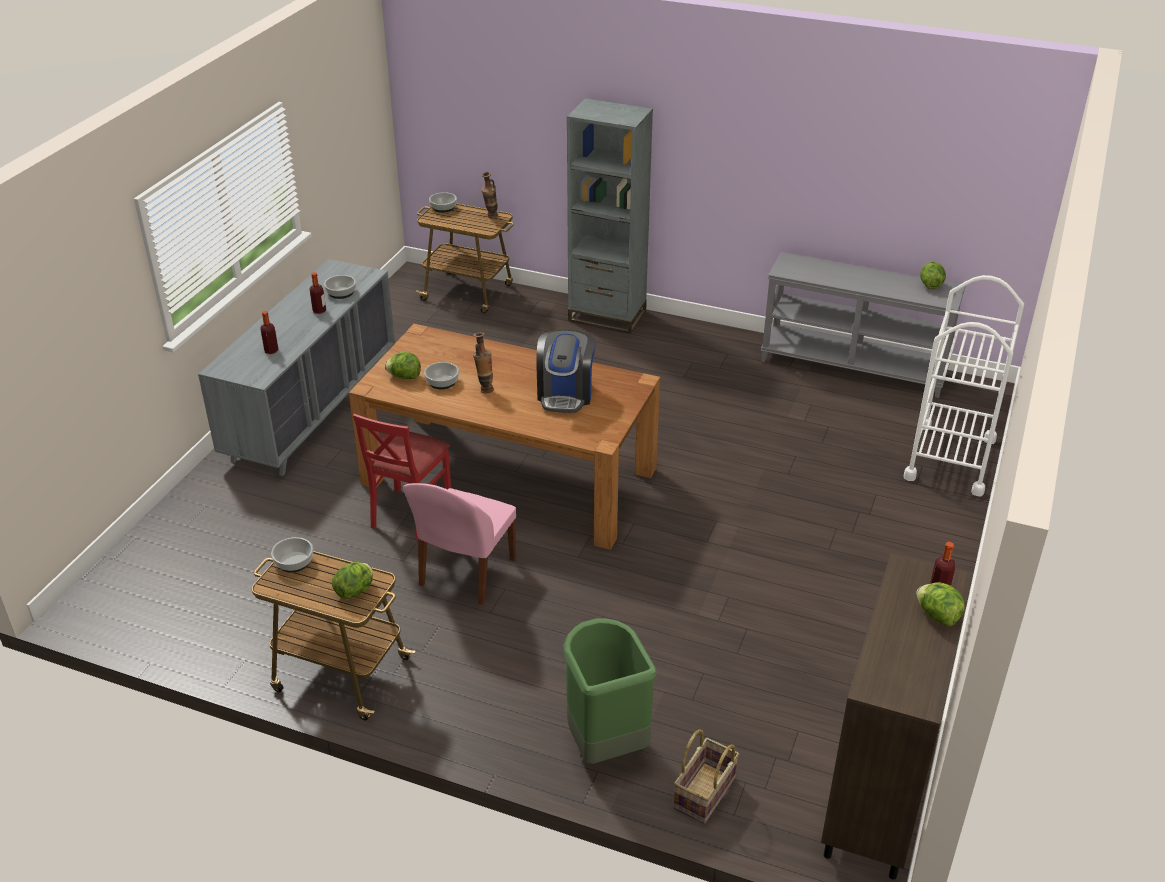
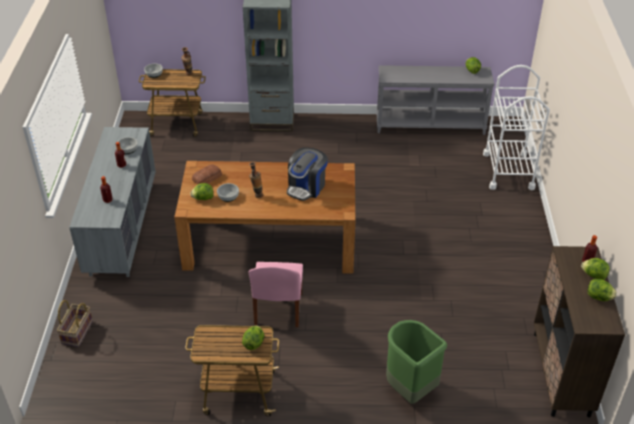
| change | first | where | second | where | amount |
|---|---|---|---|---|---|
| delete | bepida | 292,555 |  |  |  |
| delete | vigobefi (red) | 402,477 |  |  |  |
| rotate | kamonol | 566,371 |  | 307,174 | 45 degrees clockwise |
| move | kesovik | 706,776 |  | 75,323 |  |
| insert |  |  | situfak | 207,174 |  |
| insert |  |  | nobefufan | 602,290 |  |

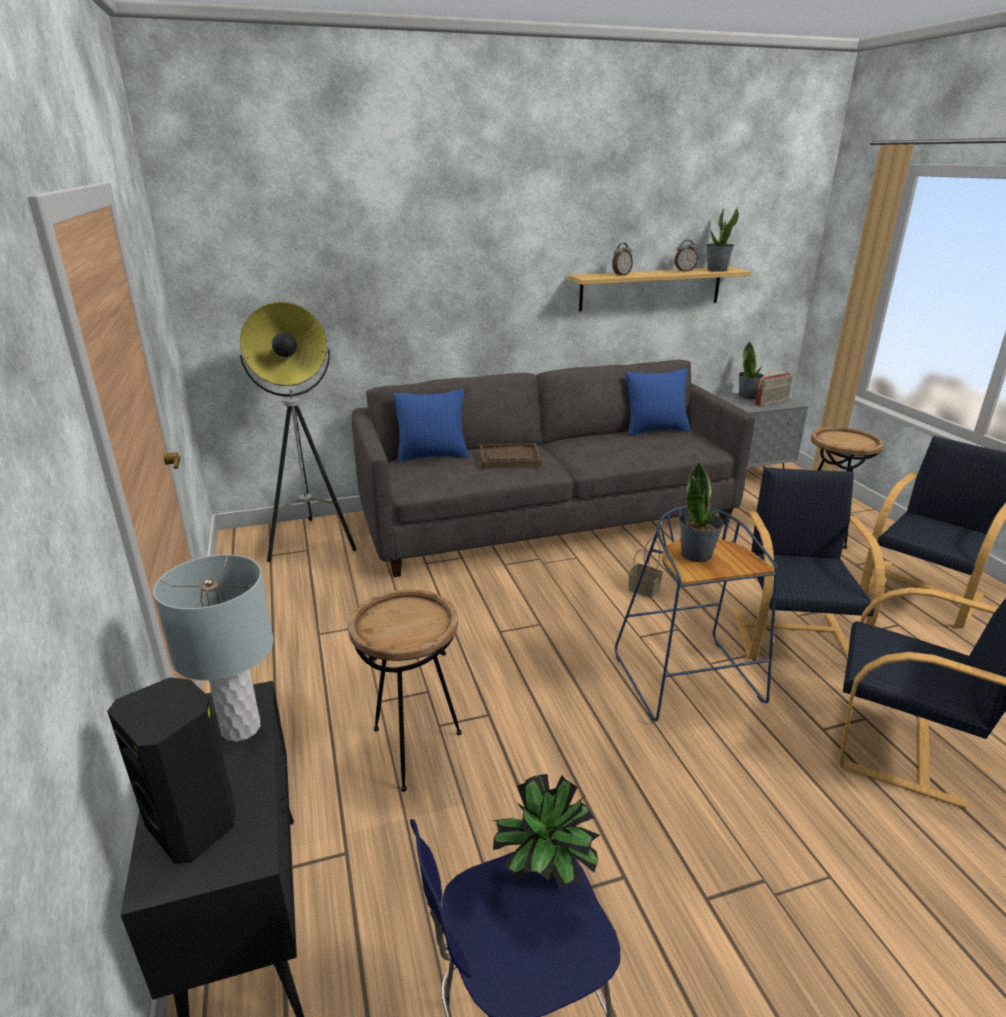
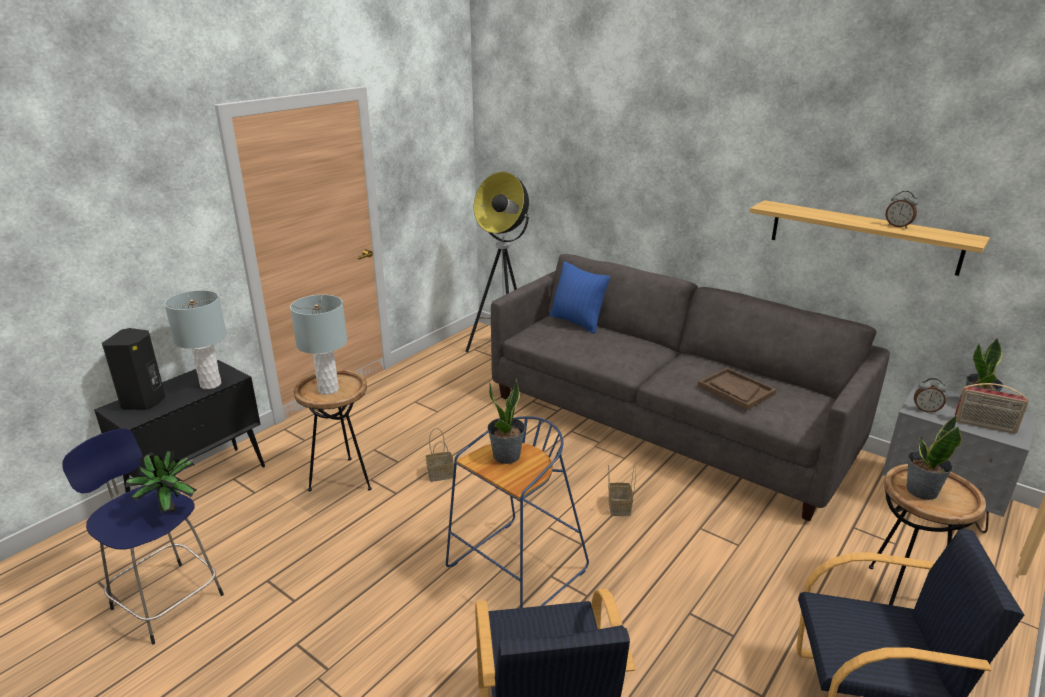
| change | first | where | second | where | amount |
|---|---|---|---|---|---|
| move | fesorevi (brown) | 510,455 |  | 737,389 |  |
| move | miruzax | 622,259 |  | 930,395 |  |
| delete | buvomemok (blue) | 658,402 |  |  |  |
| move | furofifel | 723,239 |  | 934,457 |  |
| delete | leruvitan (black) | 809,564 |  |  |  |
| insert |  |  | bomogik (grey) | 318,345 |  |
| insert |  |  | kesovik | 440,455 |  |

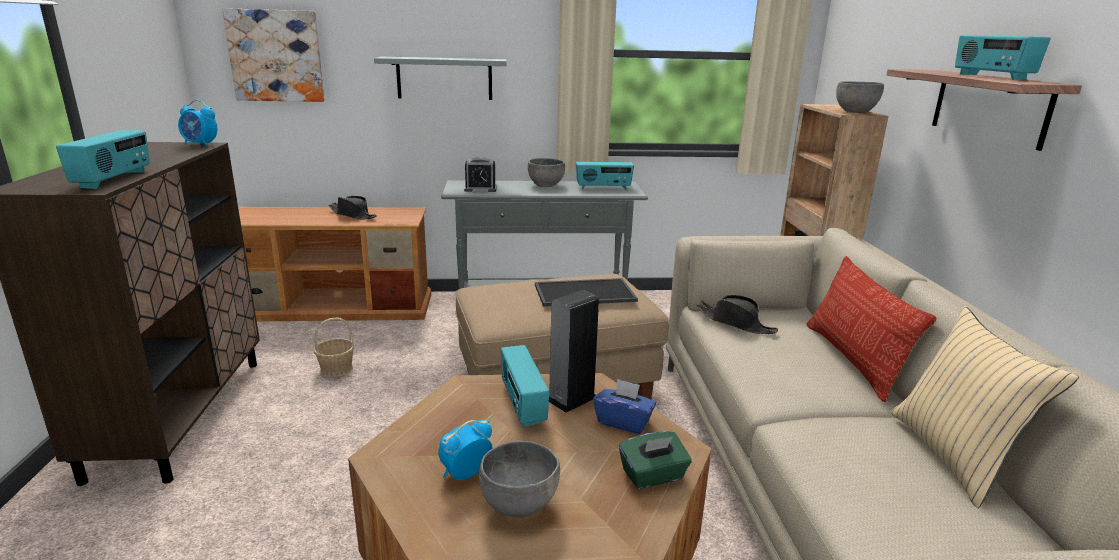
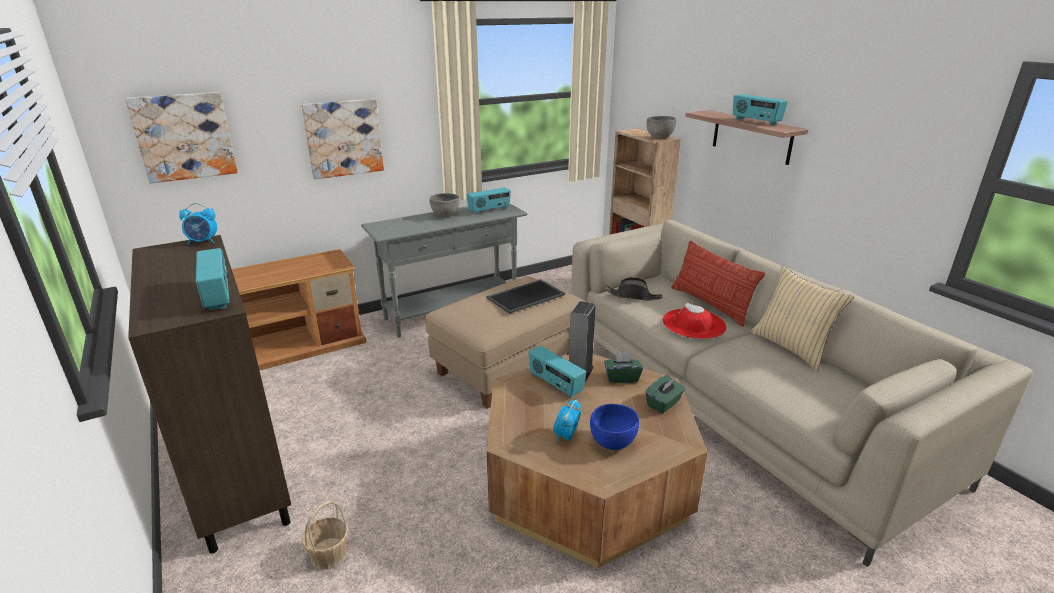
| change | first | where | second | where | amount |
|---|---|---|---|---|---|
| move | kesovik | 334,347 |  | 325,535 |  |
| delete | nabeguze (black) | 353,208 |  |  |  |
| replace | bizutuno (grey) | 440,78 | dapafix | 342,139 |  |
| delete | miruzax | 480,174 |  |  |  |
| recolor | bepida (grey) | 519,479 | bepida (blue) | 614,427 |  |
| recolor | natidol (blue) | 624,406 | natidol (green) | 623,367 |  |
| insert |  |  | nabeguze (red) | 694,321 |  |

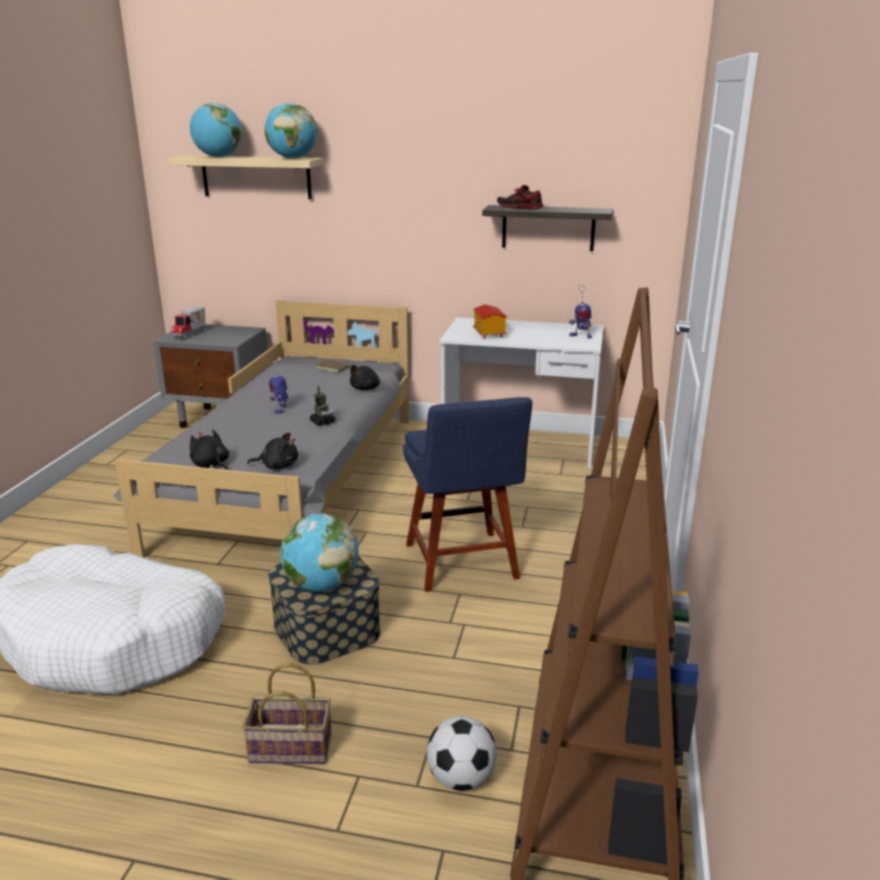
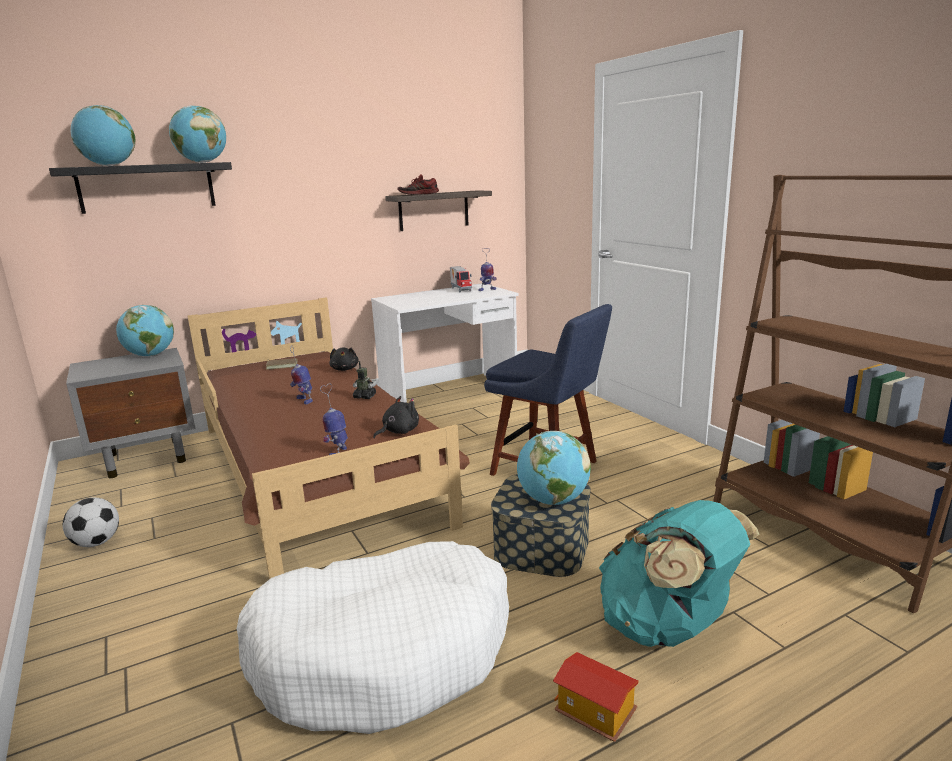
| change | first | where | second | where | amount |
|---|---|---|---|---|---|
| recolor | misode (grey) | 261,429 | misode (brown) | 329,438 |  |
| recolor | bizutuno (beige) | 246,177 | bizutuno (black) | 140,188 |  |
| move | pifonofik | 188,322 |  | 461,279 |  |
| replace | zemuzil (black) | 209,449 | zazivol | 334,419 |  |
| replace | kesovik | 287,713 | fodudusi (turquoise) | 679,573 |  |
| move | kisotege | 462,753 |  | 91,522 |  |
| move | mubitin | 490,321 |  | 596,697 |  |
| insert |  |  | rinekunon | 145,331 |  |

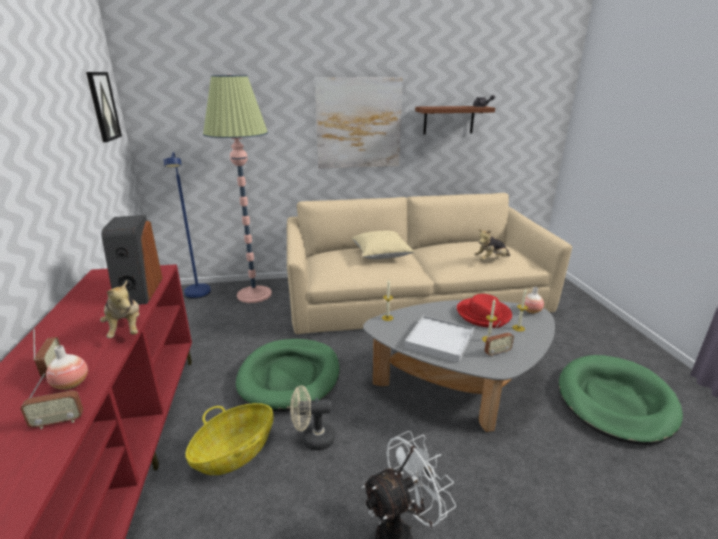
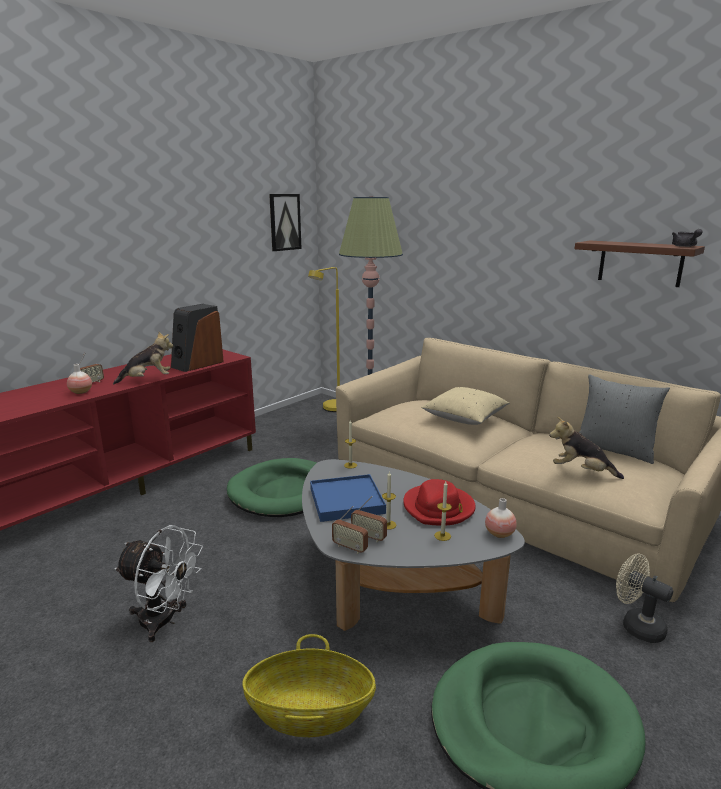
| change | first | where | second | where | amount |
|---|---|---|---|---|---|
| move | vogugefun | 52,401 |  | 350,530 |  |
| rotate | zemuzil | 120,309 |  | 143,358 | 135 degrees counterclockwise |
| recolor | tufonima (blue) | 187,225 | tufonima (yellow) | 324,339 |  |
| move | kesovik | 229,439 |  | 309,685 |  |
| move | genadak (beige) | 312,418 |  | 644,598 |  |
| delete | dapafix | 358,123 |  |  |  |
| recolor | fesorevi (white) | 439,339 | fesorevi (blue) | 348,498 |  |
| insert |  |  | buvomemok (grey) | 624,419 |  |

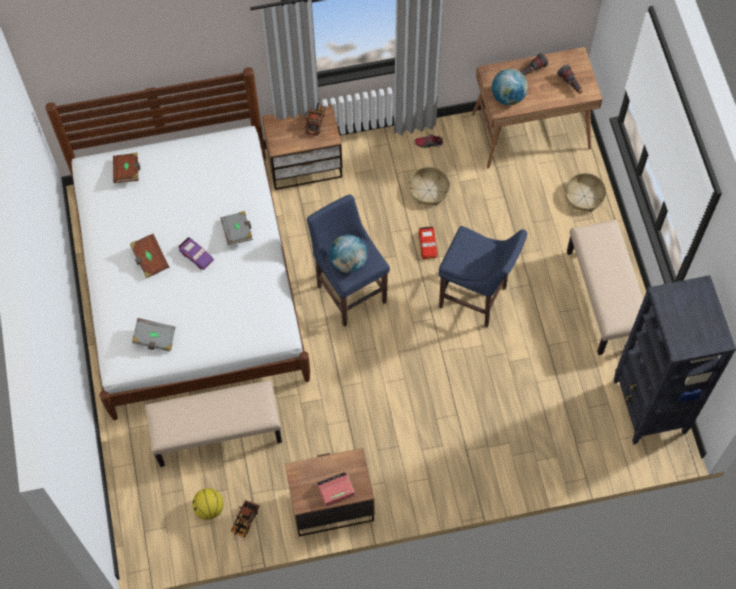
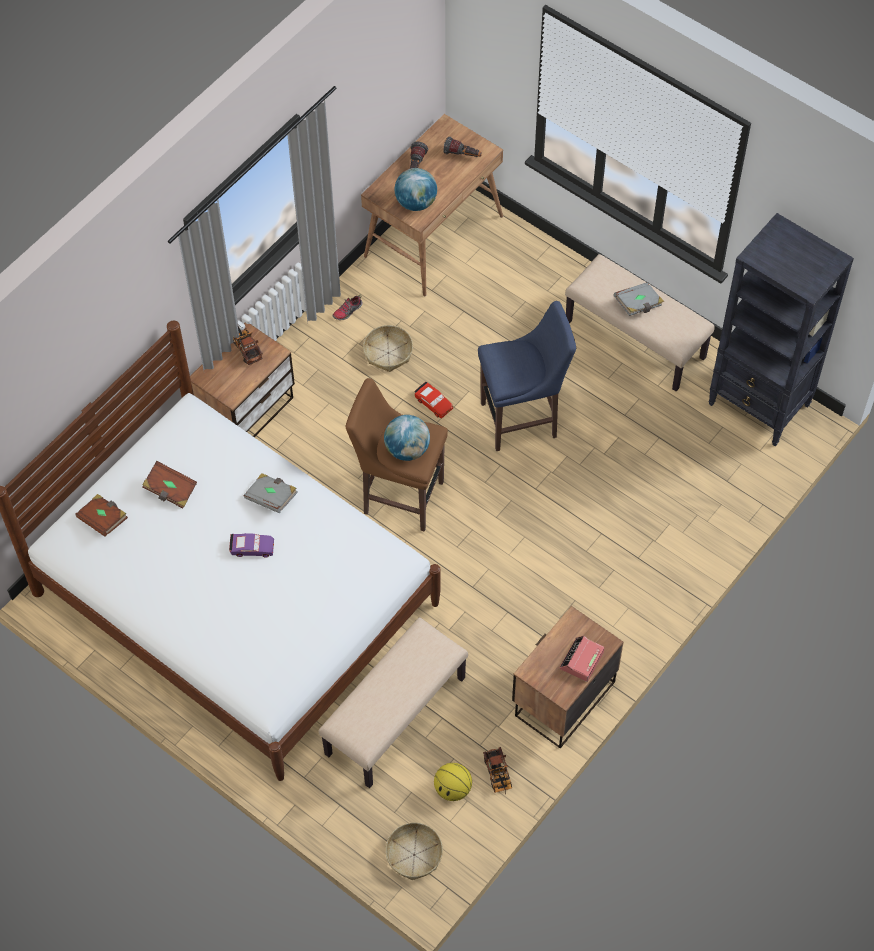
| change | first | where | second | where | amount |
|---|---|---|---|---|---|
| move | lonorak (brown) | 149,256 |  | 169,484 |  |
| move | lonorak (grey) | 153,335 |  | 638,299 |  |
| recolor | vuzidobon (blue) | 348,260 | vuzidobon (brown) | 397,455 |  |
| move | kesovik | 586,192 |  | 414,851 |  |

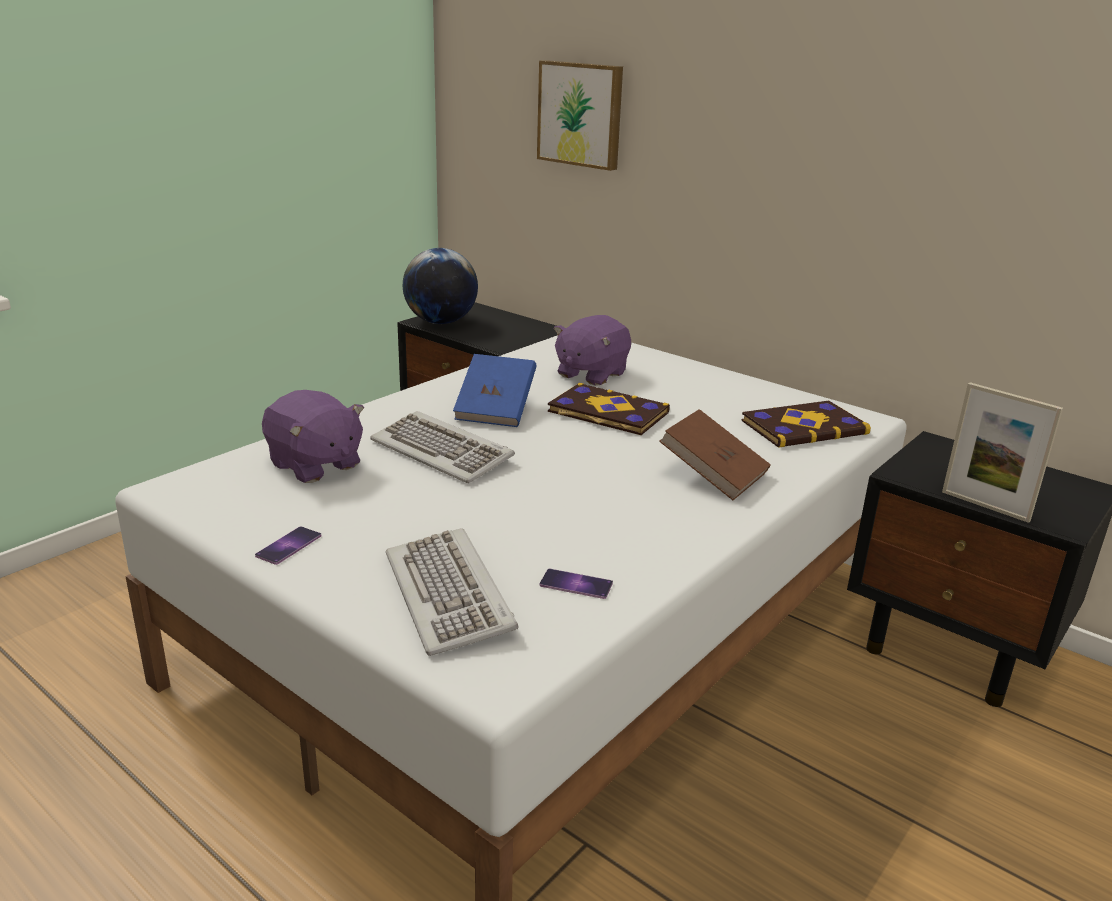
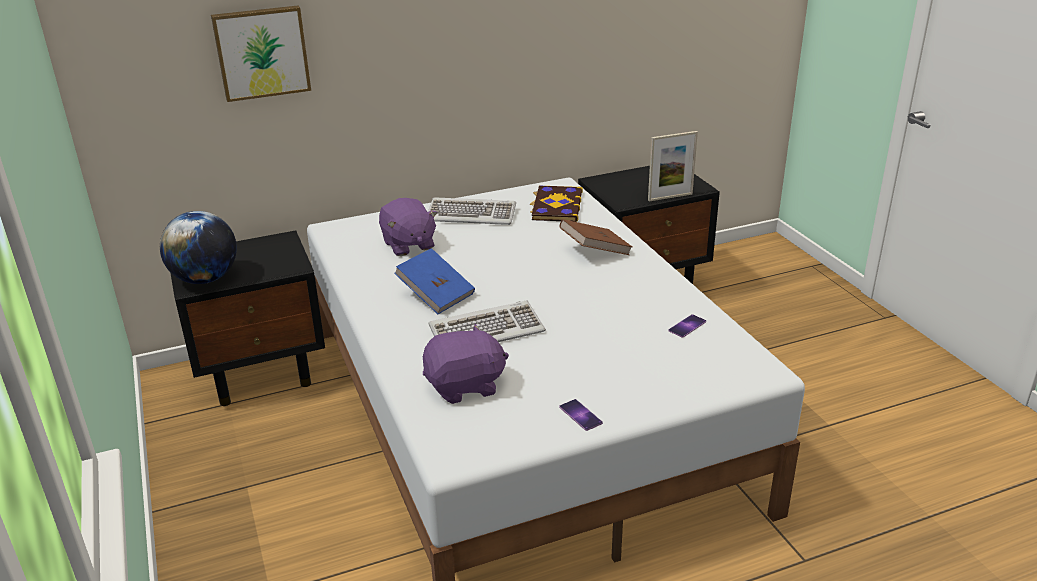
| change | first | where | second | where | amount |
|---|---|---|---|---|---|
| move | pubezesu | 452,592 |  | 472,211 |  |
| delete | lonorak | 609,409 |  |  |  |

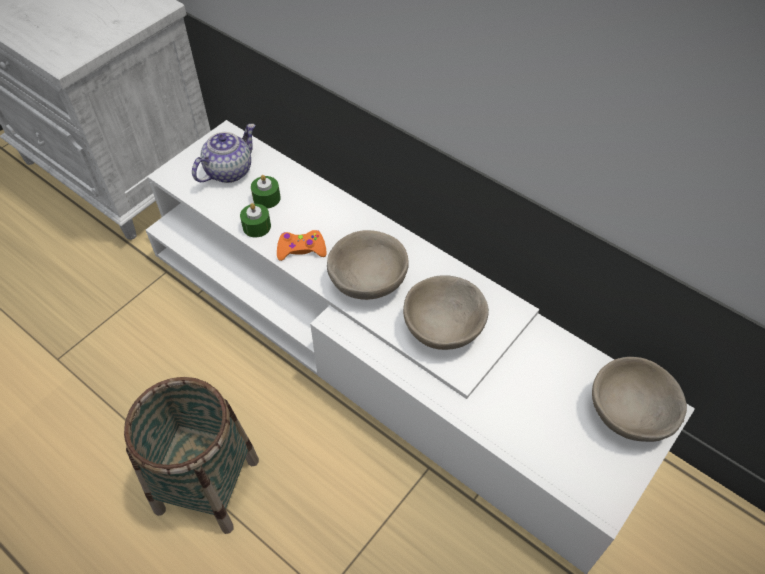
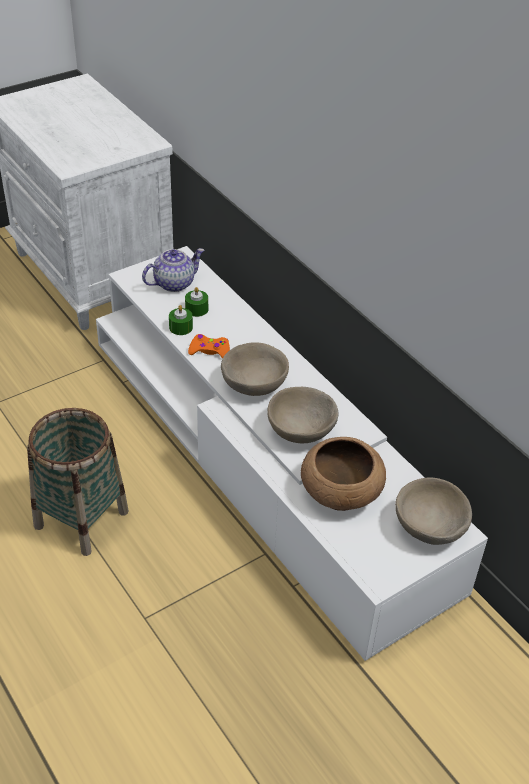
| change | first | where | second | where | amount |
|---|---|---|---|---|---|
| insert |  |  | bepida (brown) | 343,474 |  |

